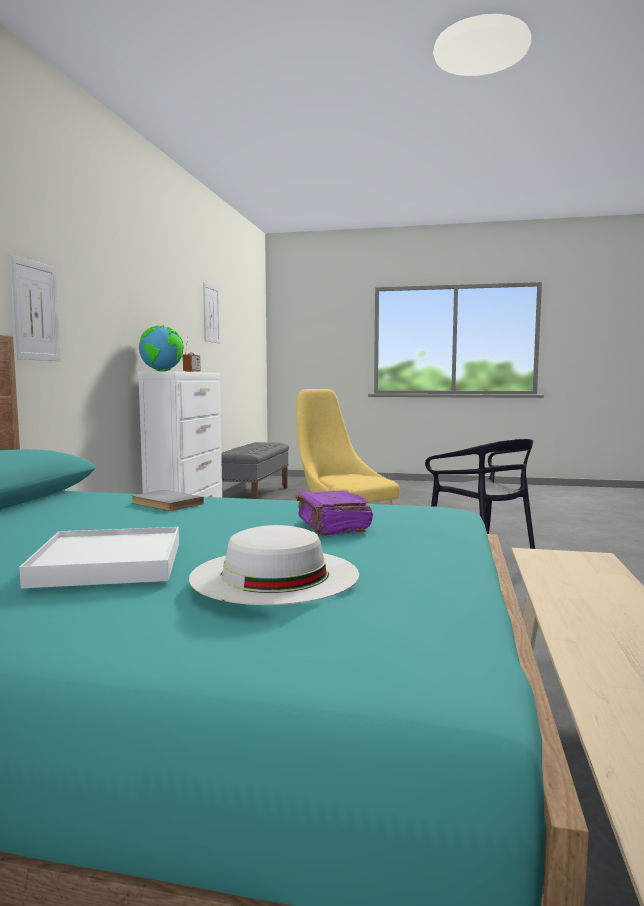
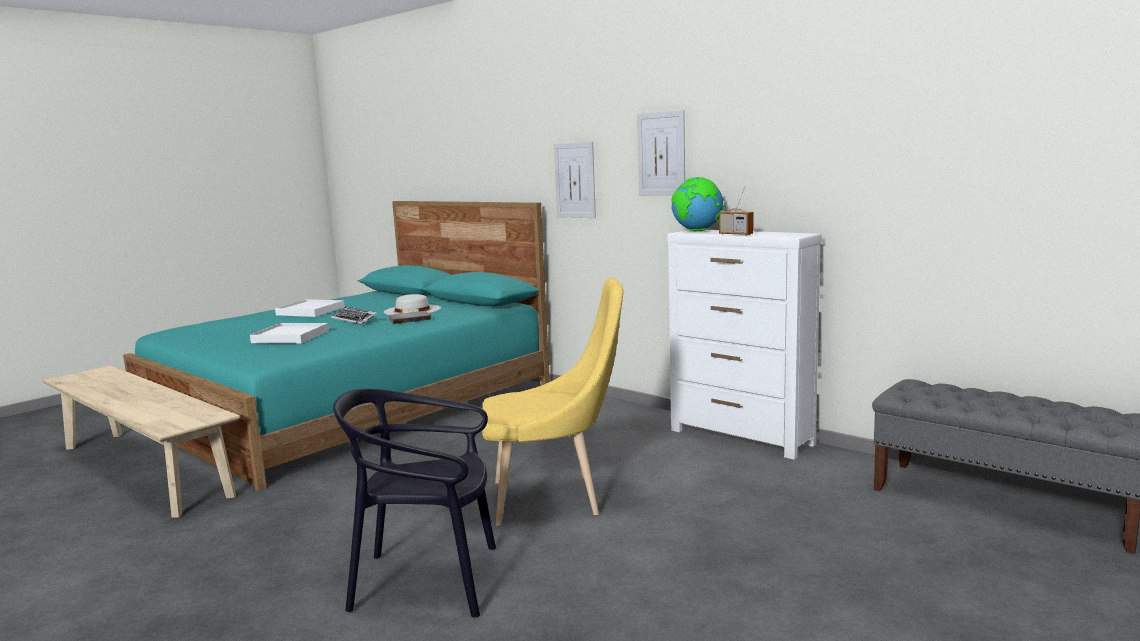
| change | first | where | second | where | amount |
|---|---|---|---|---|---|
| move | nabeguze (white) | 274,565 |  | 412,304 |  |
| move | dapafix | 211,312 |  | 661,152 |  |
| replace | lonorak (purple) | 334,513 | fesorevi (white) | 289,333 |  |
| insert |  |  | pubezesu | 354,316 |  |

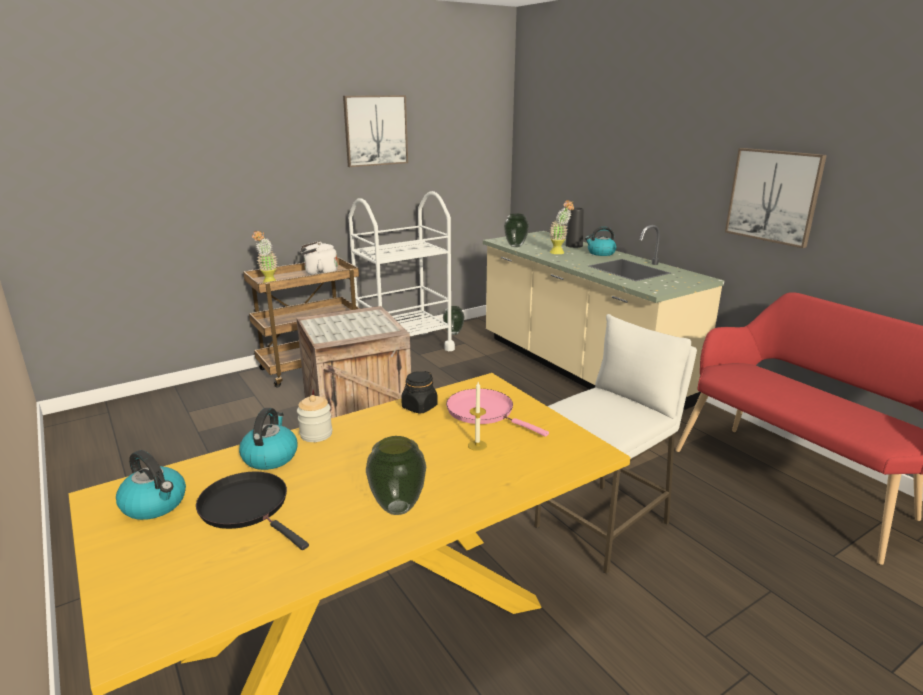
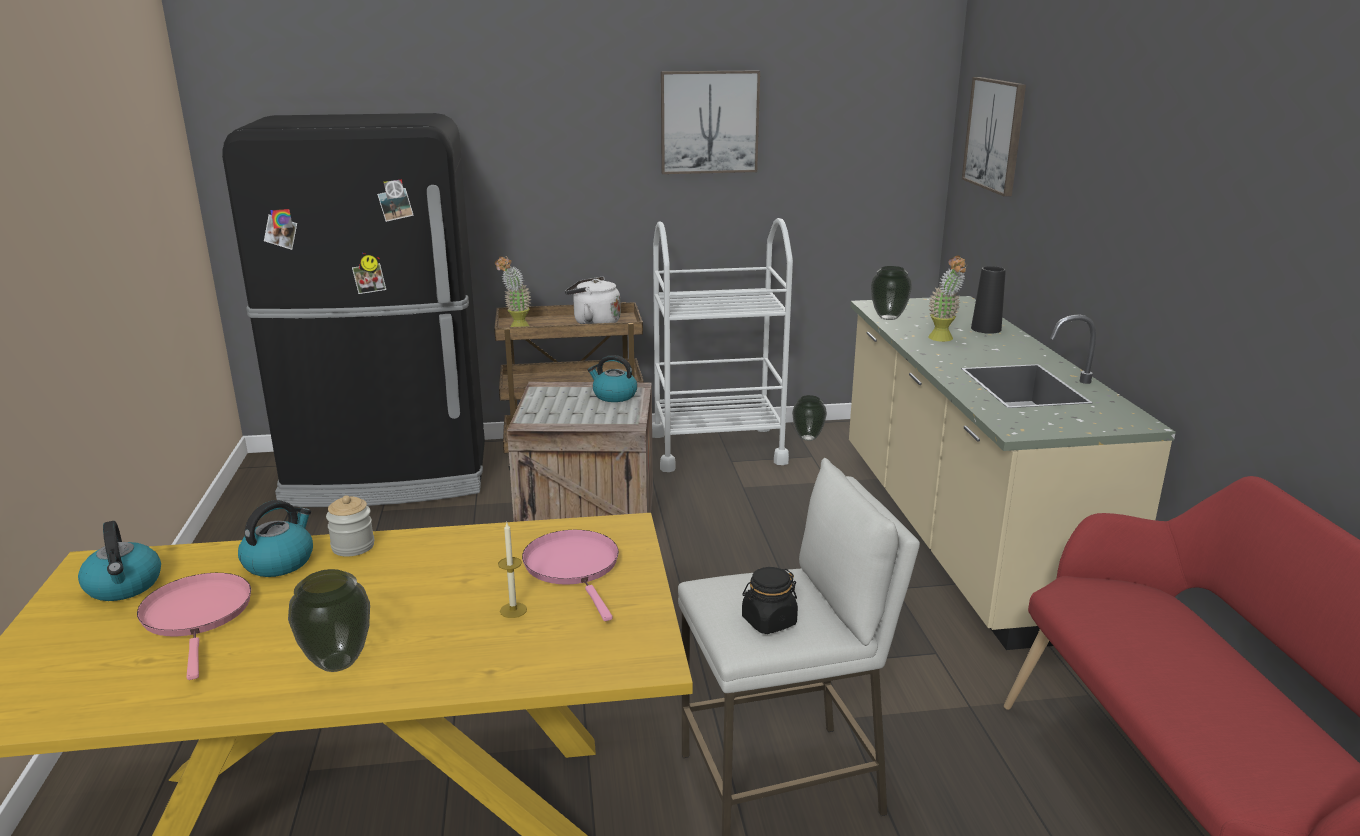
| change | first | where | second | where | amount |
|---|---|---|---|---|---|
| recolor | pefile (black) | 252,510 | pefile (pink) | 194,626 |  |
| move | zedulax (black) | 419,392 |  | 770,600 |  |
| move | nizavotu | 601,241 |  | 612,378 |  |
| move | dapafix | 776,198 |  | 994,137 |  |
| insert |  |  | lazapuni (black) | 353,310 |  |

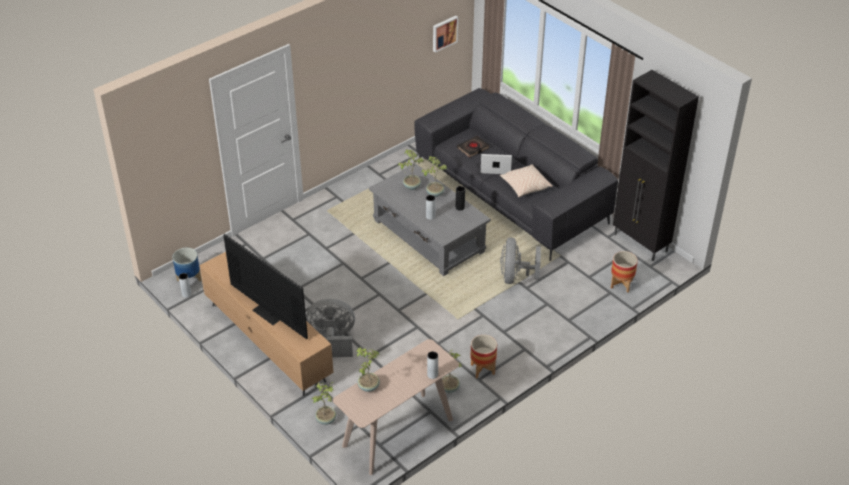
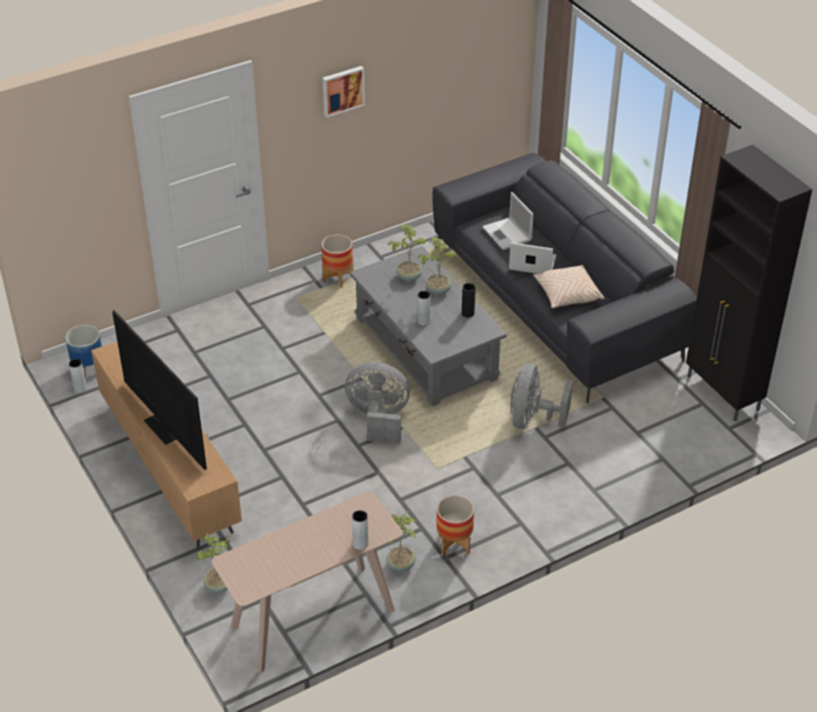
| change | first | where | second | where | amount |
|---|---|---|---|---|---|
| move | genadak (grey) | 330,328 |  | 377,403 |  |
| delete | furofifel | 367,369 |  |  |  |
| move | dapafix | 445,34 |  | 343,92 |  |
| replace | lonorak (black) | 473,147 | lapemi | 508,221 |  |
| move | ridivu | 624,272 |  | 337,261 |  |

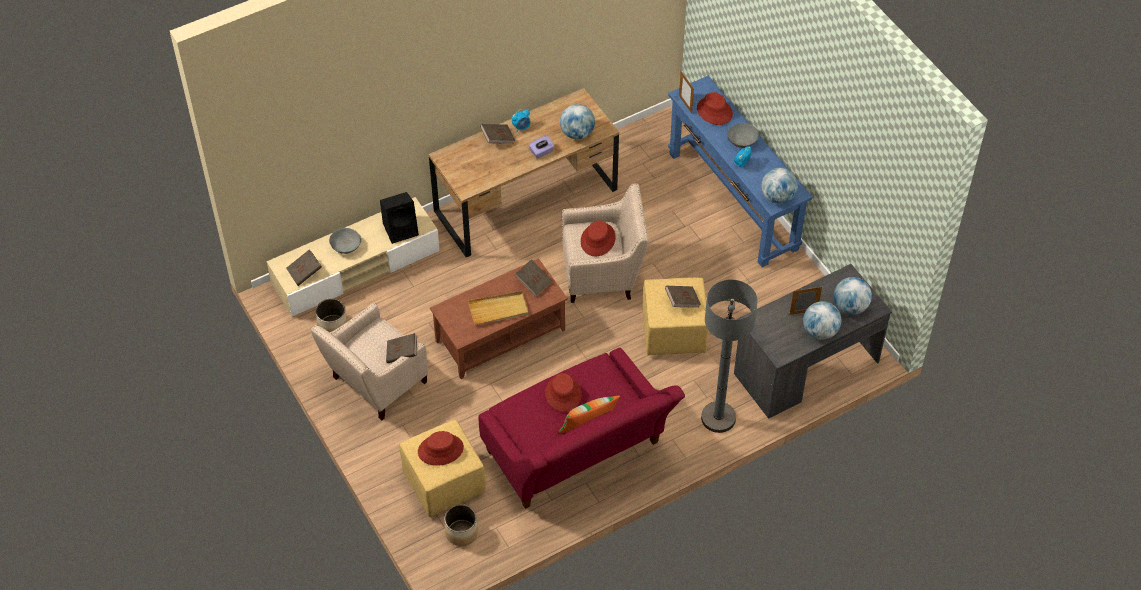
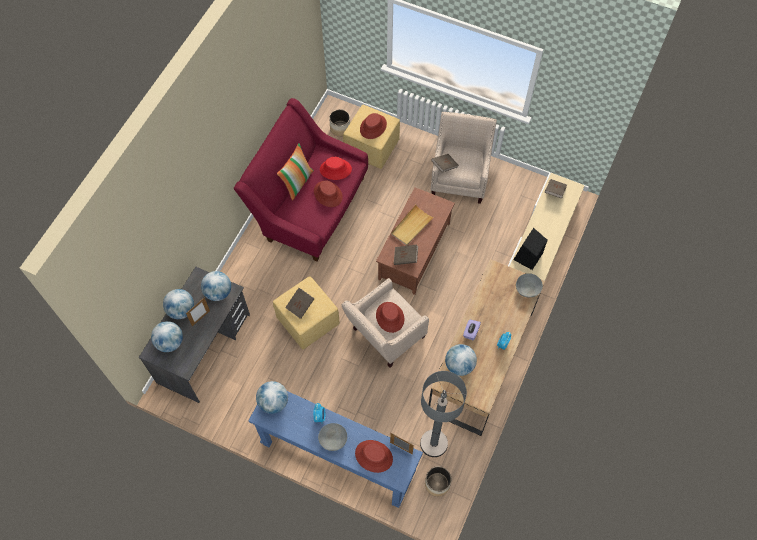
| change | first | where | second | where | amount |
|---|---|---|---|---|---|
| move | ridivu | 331,315 |  | 438,481 |  |
| move | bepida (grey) | 345,241 |  | 529,285 |  |
| delete | lonorak (brown) | 497,134 |  |  |  |
| move | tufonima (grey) | 729,356 |  | 443,414 |  |
| insert |  |  | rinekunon | 216,286 |  |
| insert |  |  | nabeguze (red) | 336,168 |  |

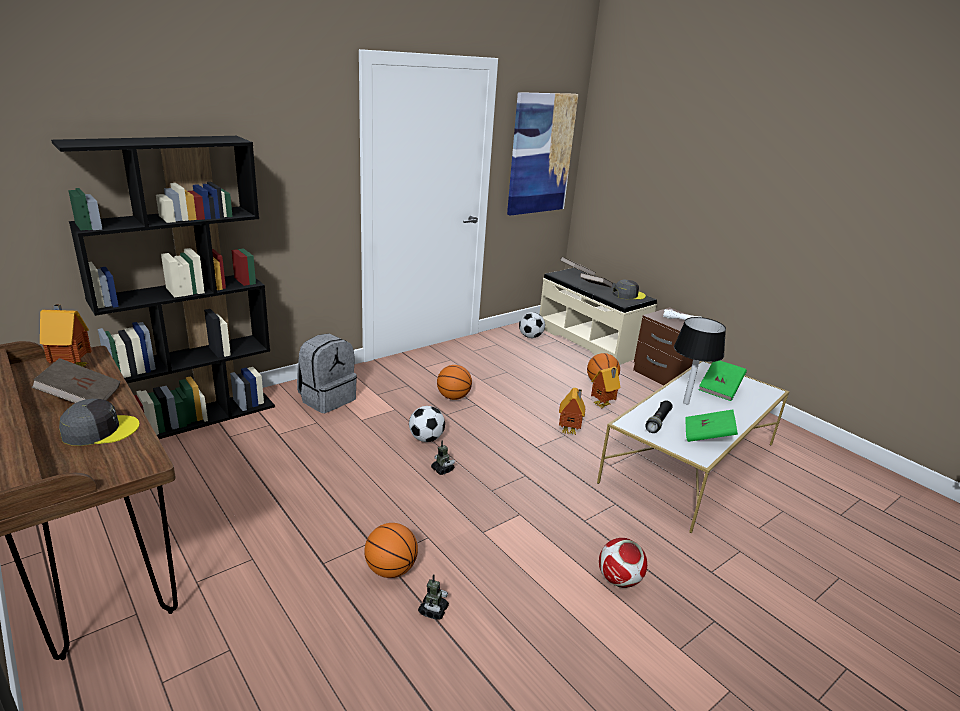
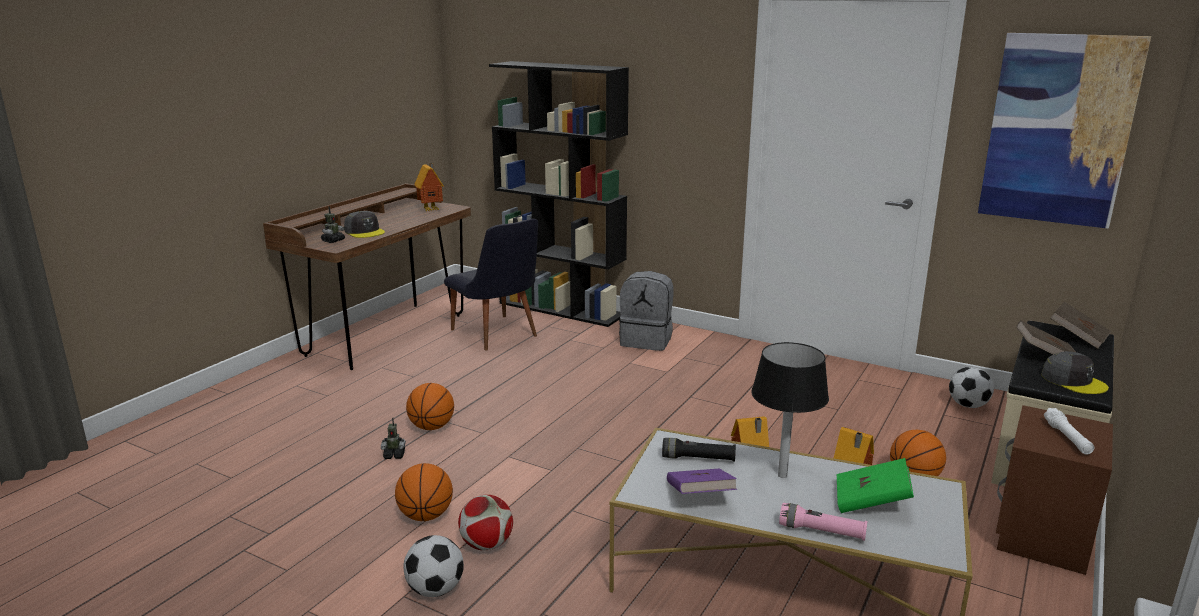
| change | first | where | second | where | amount |
|---|---|---|---|---|---|
| delete | lonorak (brown) | 75,380 |  |  |  |
| move | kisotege | 427,424 |  | 433,566 |  |
| move | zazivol | 443,457 |  | 333,224 |  |
| move | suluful | 454,382 |  | 424,492 |  |
| recolor | lonorak (green) | 711,425 | lonorak (purple) | 702,481 |  |
| insert |  |  | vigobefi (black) | 491,285 |  |
| insert |  |  | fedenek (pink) | 823,522 |  |

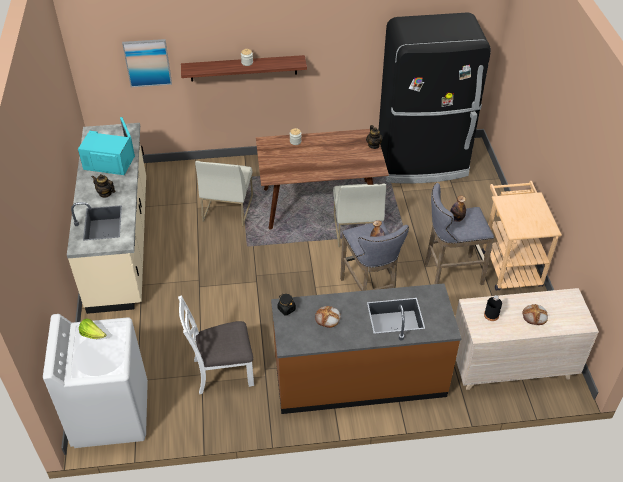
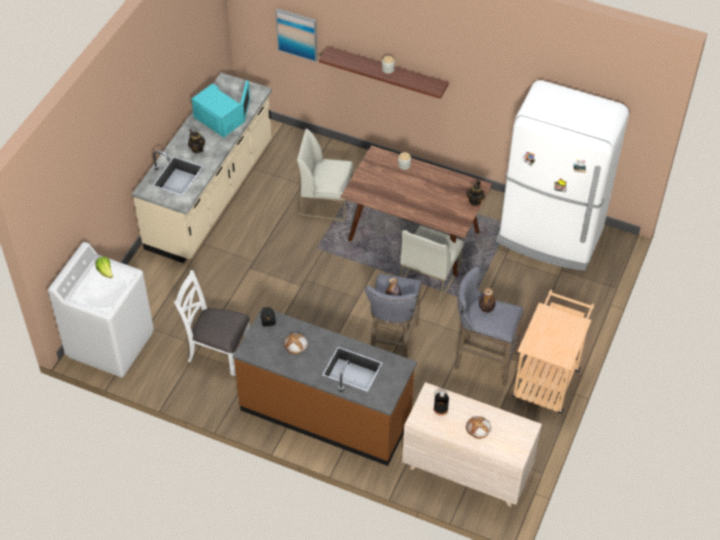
| change | first | where | second | where | amount |
|---|---|---|---|---|---|
| rotate | vigobefi (white) | 224,193 |  | 325,175 | 60 degrees clockwise |
| recolor | lazapuni (black) | 435,98 | lazapuni (white) | 562,175 |  |

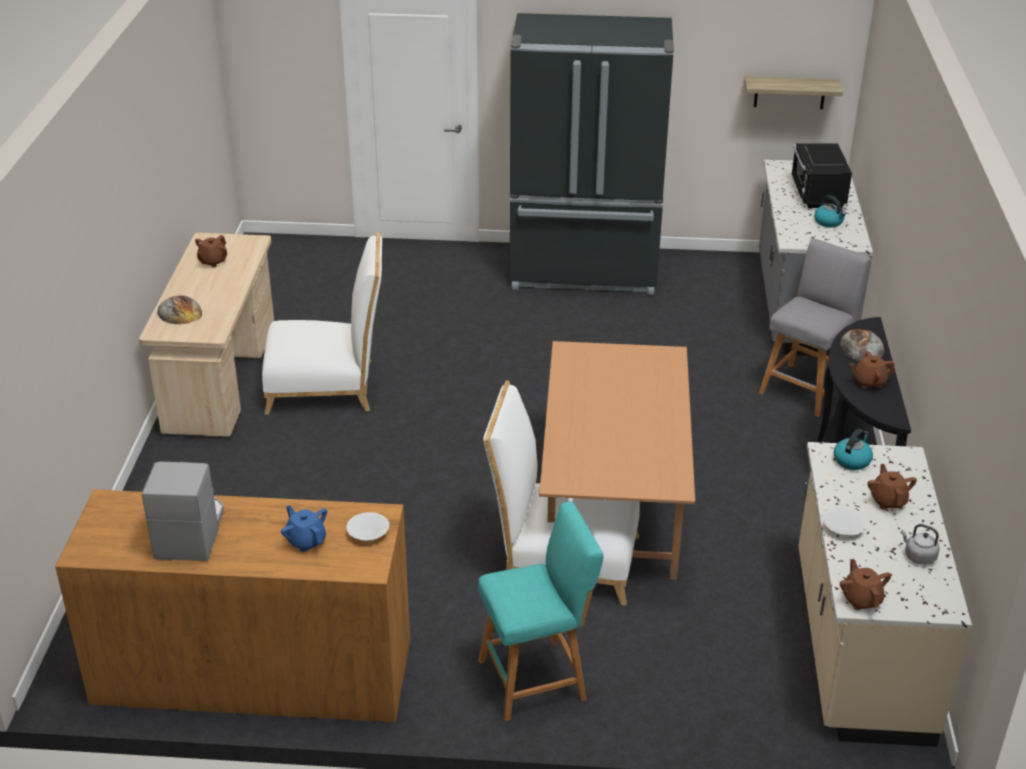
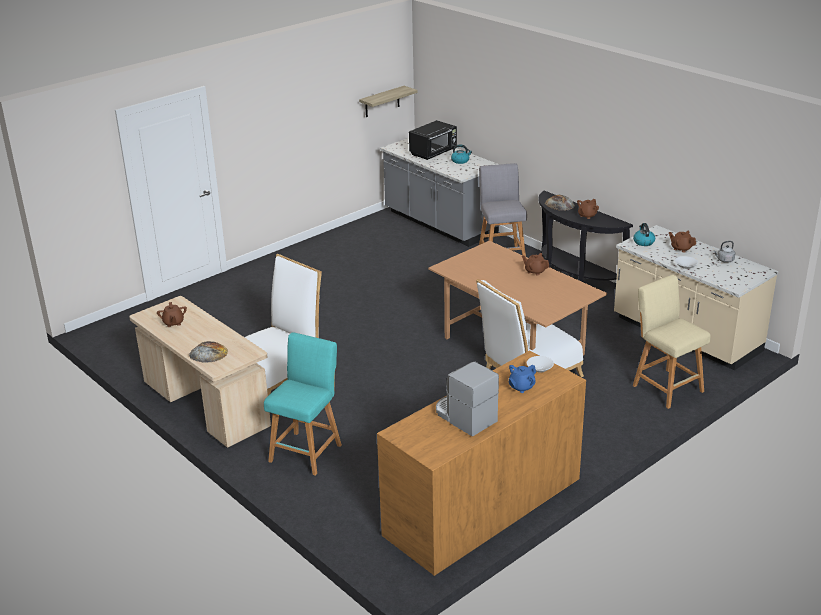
| change | first | where | second | where | amount |
|---|---|---|---|---|---|
| rotate | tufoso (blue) | 304,528 |  | 522,379 | 45 degrees counterclockwise |
| move | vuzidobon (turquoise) | 540,611 |  | 303,404 |  |
| delete | lazapuni (black) | 592,154 |  |  |  |
| rotate | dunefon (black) | 821,176 |  | 433,140 | 90 degrees counterclockwise |
| move | tufoso (brown) | 865,584 |  | 536,264 |  |
| insert |  |  | vuzidobon (beige) | 672,342 |  |

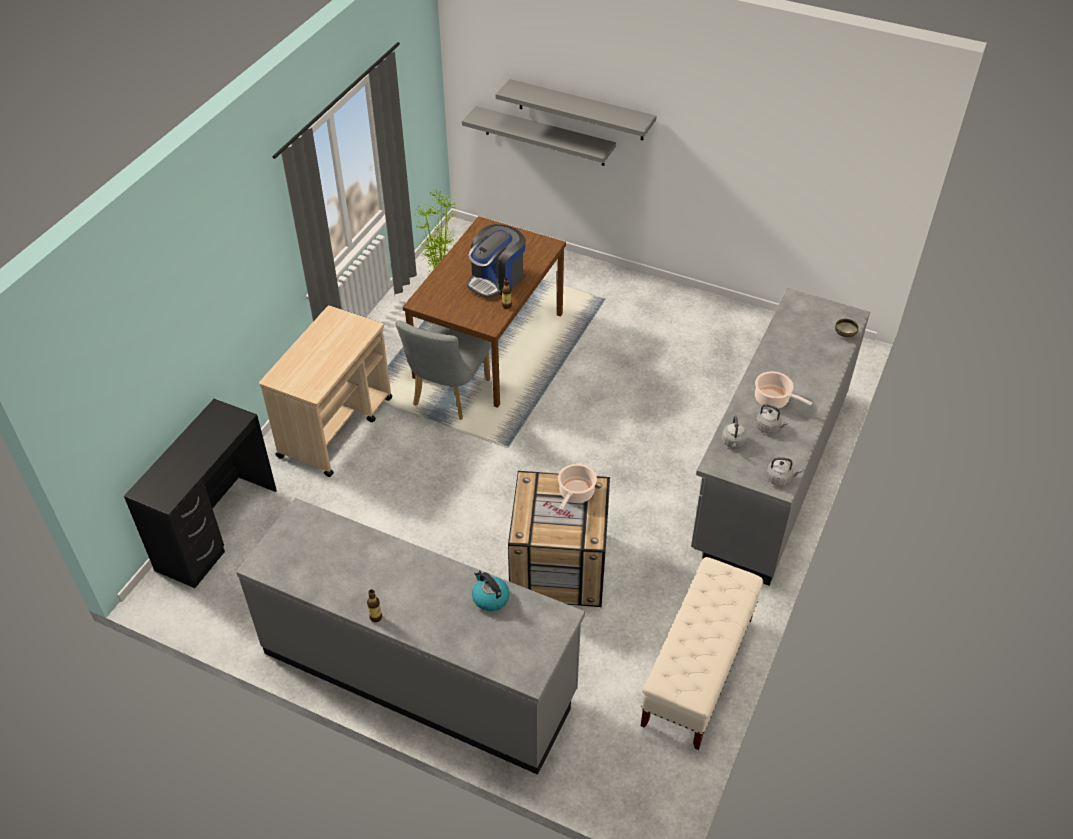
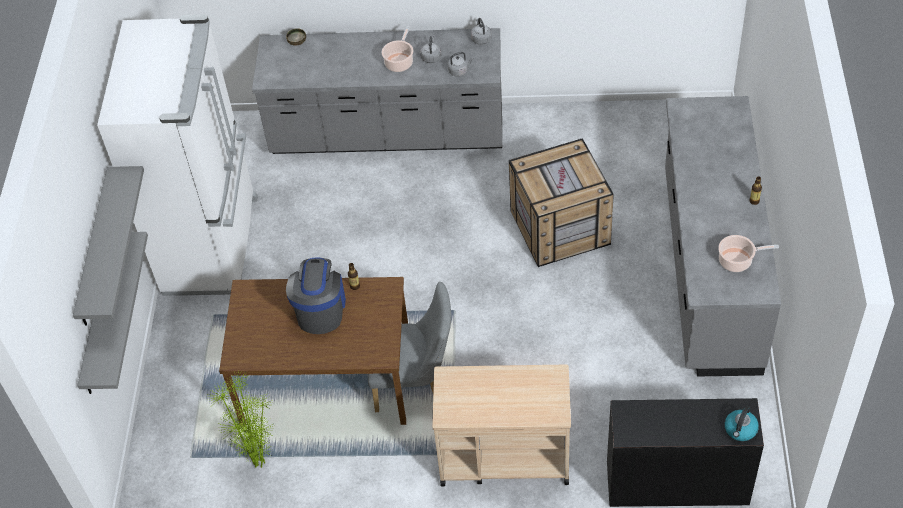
| change | first | where | second | where | amount |
|---|---|---|---|---|---|
| rotate | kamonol | 496,261 |  | 316,296 | 105 degrees counterclockwise |
| move | nizavotu | 490,590 |  | 742,423 |  |
| move | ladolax | 577,487 |  | 748,253 |  |
| delete | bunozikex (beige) | 702,653 |  |  |  |
| insert |  |  | lazapuni (white) | 177,155 |  |

